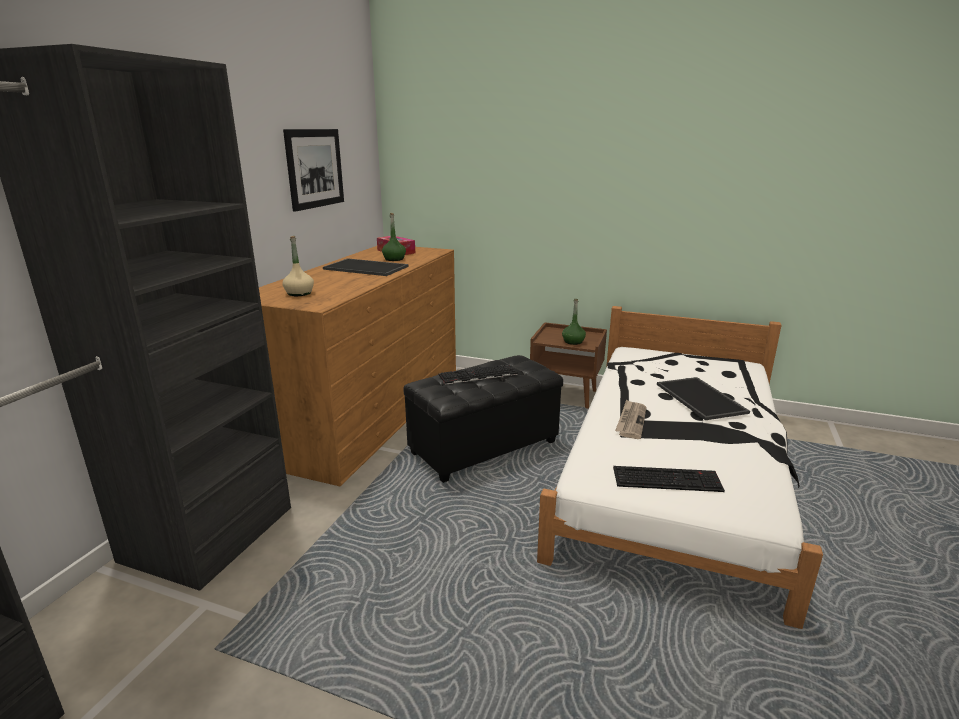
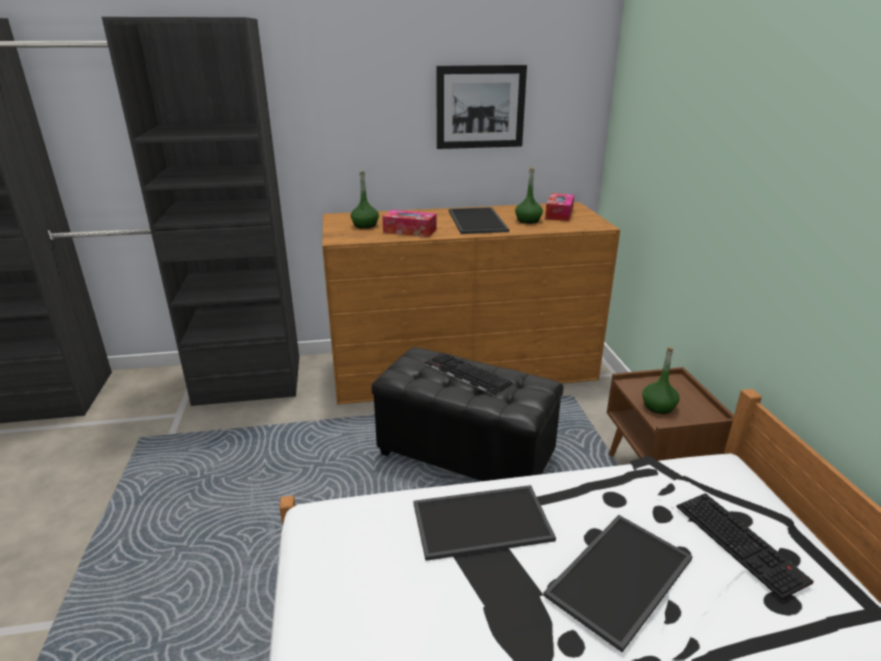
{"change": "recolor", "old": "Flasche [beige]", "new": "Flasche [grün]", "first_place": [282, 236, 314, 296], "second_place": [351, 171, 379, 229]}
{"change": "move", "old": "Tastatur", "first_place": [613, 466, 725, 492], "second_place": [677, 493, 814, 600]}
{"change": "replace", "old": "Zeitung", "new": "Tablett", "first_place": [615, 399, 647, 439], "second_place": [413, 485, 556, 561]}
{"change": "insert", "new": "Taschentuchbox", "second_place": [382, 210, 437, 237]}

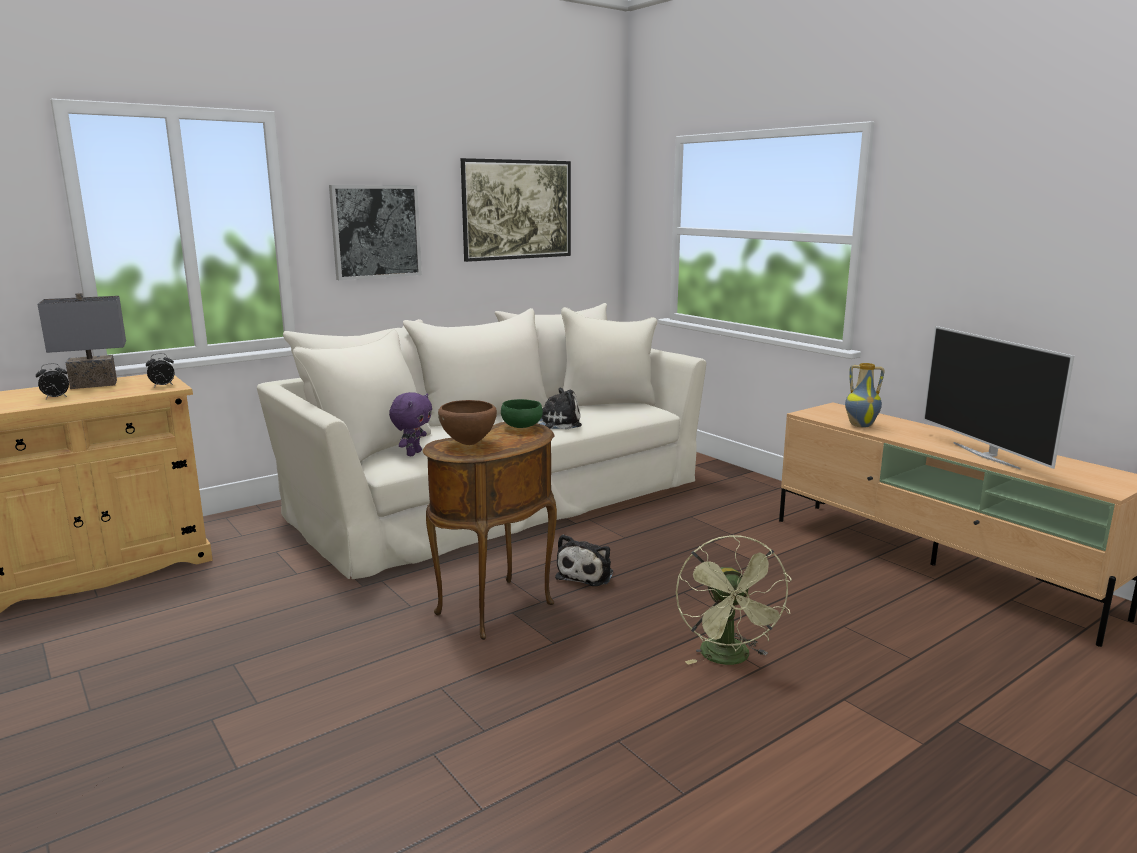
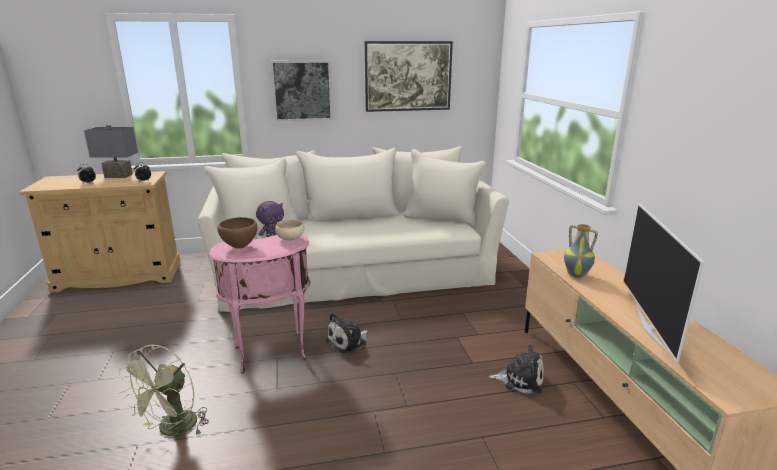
{"change": "recolor", "old": "Beistelltisch [braun]", "new": "Beistelltisch [rosa]", "first_place": [423, 422, 557, 640], "second_place": [209, 235, 311, 374]}
{"change": "recolor", "old": "Schüssel [grün]", "new": "Schüssel [beige]", "first_place": [501, 399, 543, 428], "second_place": [275, 219, 305, 240]}
{"change": "move", "old": "Plüschtier", "first_place": [537, 388, 582, 429], "second_place": [489, 345, 544, 394]}
{"change": "move", "old": "Ventilator [grün]", "first_place": [676, 535, 792, 665], "second_place": [118, 345, 209, 436]}

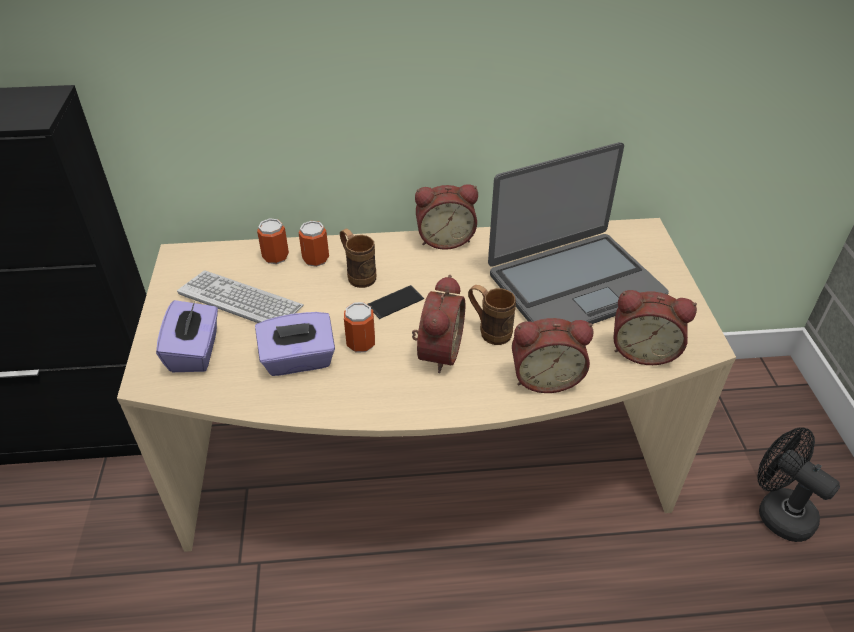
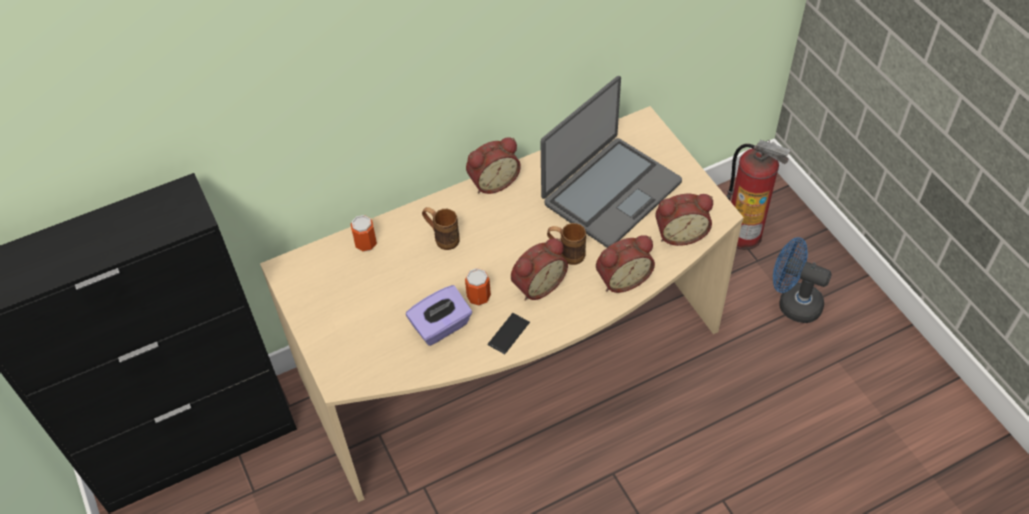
{"change": "delete", "old": "Taschentuchbox [lila]", "first_place": [156, 300, 218, 372]}
{"change": "delete", "old": "Tastatur", "first_place": [177, 271, 304, 323]}
{"change": "delete", "old": "Dose", "first_place": [298, 221, 329, 267]}
{"change": "move", "old": "Handy", "first_place": [367, 285, 424, 319], "second_place": [487, 313, 530, 354]}
{"change": "rotate", "old": "Wecker", "first_place": [412, 275, 465, 373], "second_place": [511, 238, 568, 301], "degrees": 60}
{"change": "recolor", "old": "Ventilator [schwarz]", "new": "Ventilator [blau]", "first_place": [757, 427, 840, 542], "second_place": [773, 237, 832, 323]}
{"change": "insert", "new": "Feuerlöscher", "second_place": [727, 140, 791, 250]}

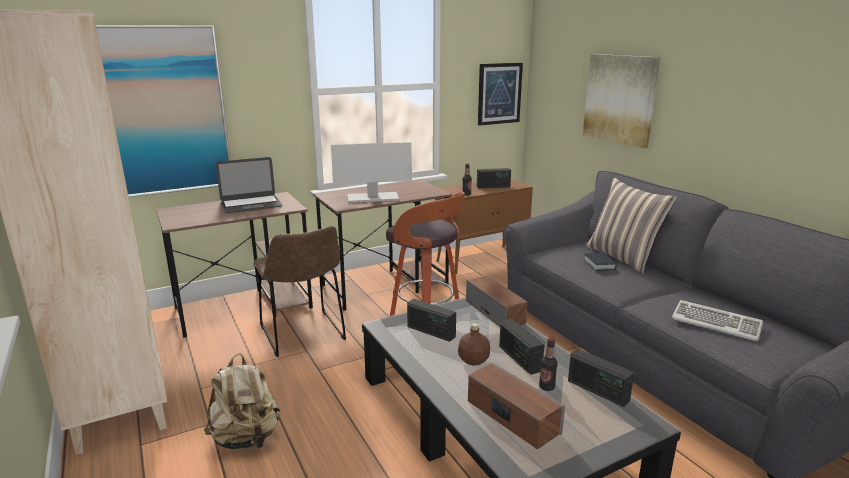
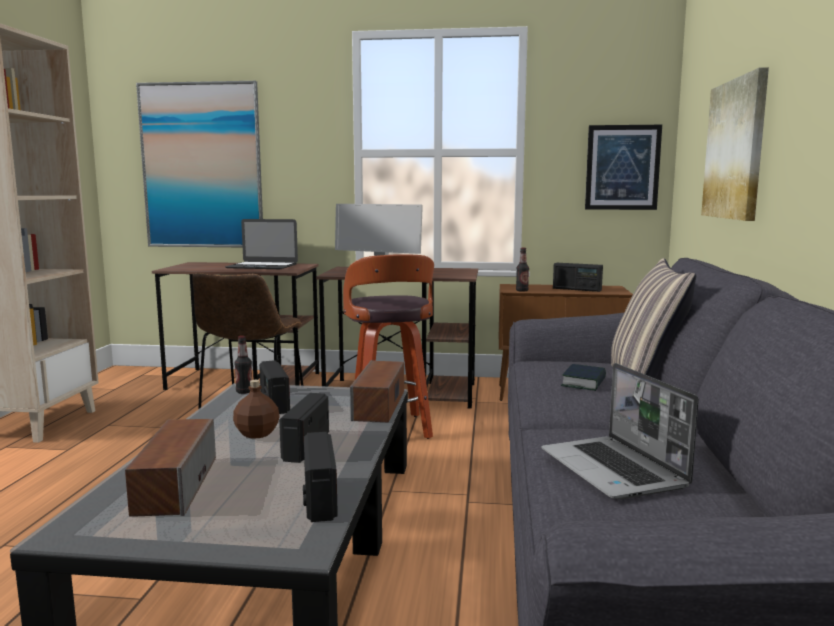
{"change": "delete", "old": "Rucksack [beige]", "first_place": [204, 353, 280, 449]}
{"change": "move", "old": "Flasche", "first_place": [539, 338, 558, 391], "second_place": [234, 336, 252, 394]}
{"change": "replace", "old": "Tastatur", "new": "Laptop", "first_place": [672, 300, 763, 341], "second_place": [541, 363, 699, 499]}

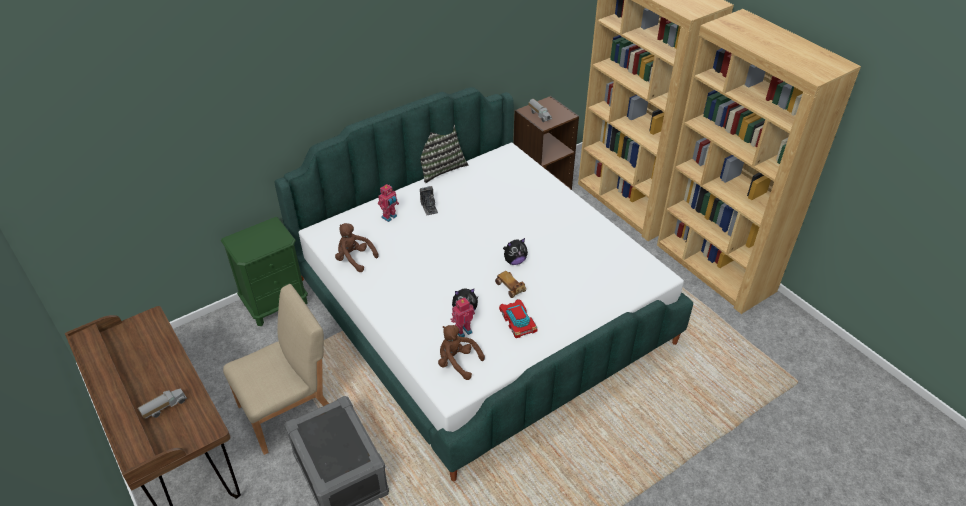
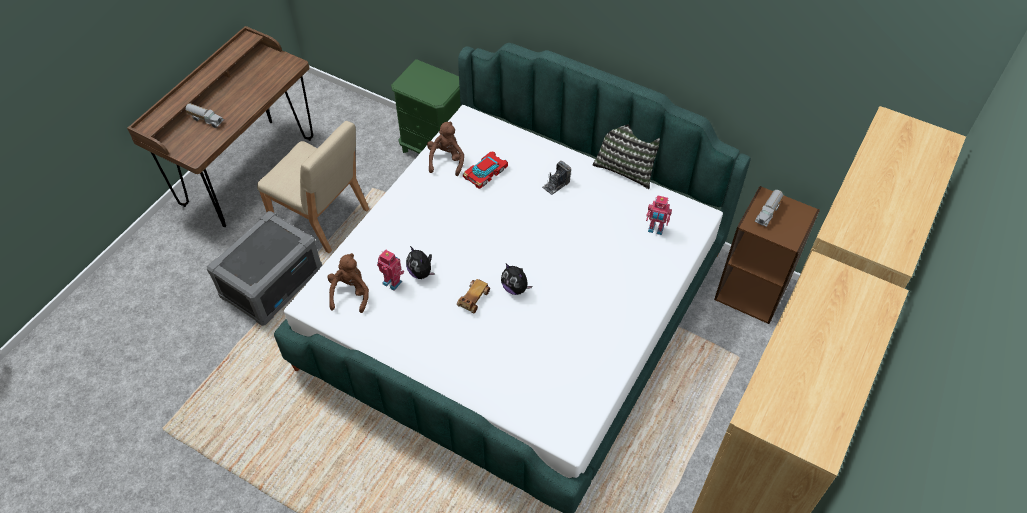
{"change": "move", "old": "Spielzeugroboter", "first_place": [378, 184, 399, 222], "second_place": [646, 195, 672, 235]}
{"change": "move", "old": "Spielzeugauto", "first_place": [499, 299, 538, 338], "second_place": [463, 151, 508, 189]}

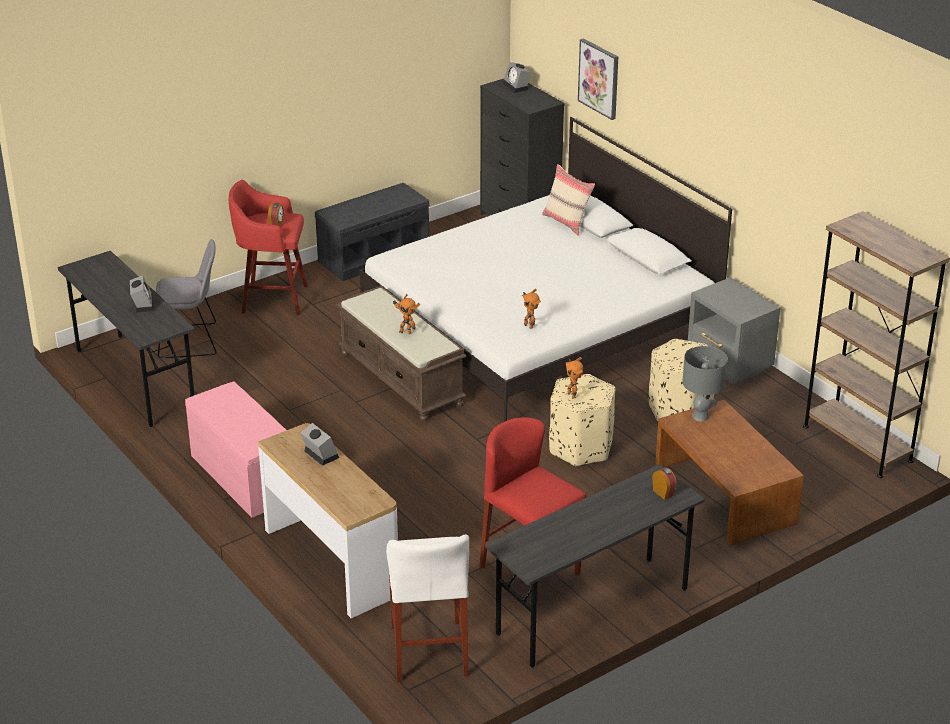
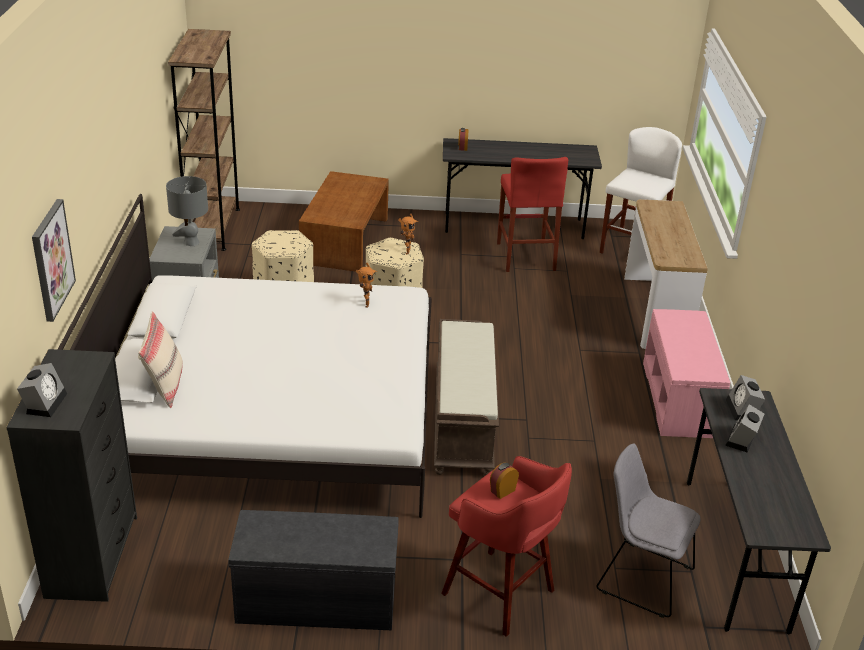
{"change": "move", "old": "Wecker", "first_place": [300, 423, 339, 466], "second_place": [726, 375, 765, 420]}
{"change": "delete", "old": "Spielzeugroboter", "first_place": [392, 294, 420, 334]}
{"change": "move", "old": "Tischlampe [grau]", "first_place": [682, 346, 728, 422], "second_place": [166, 176, 208, 246]}

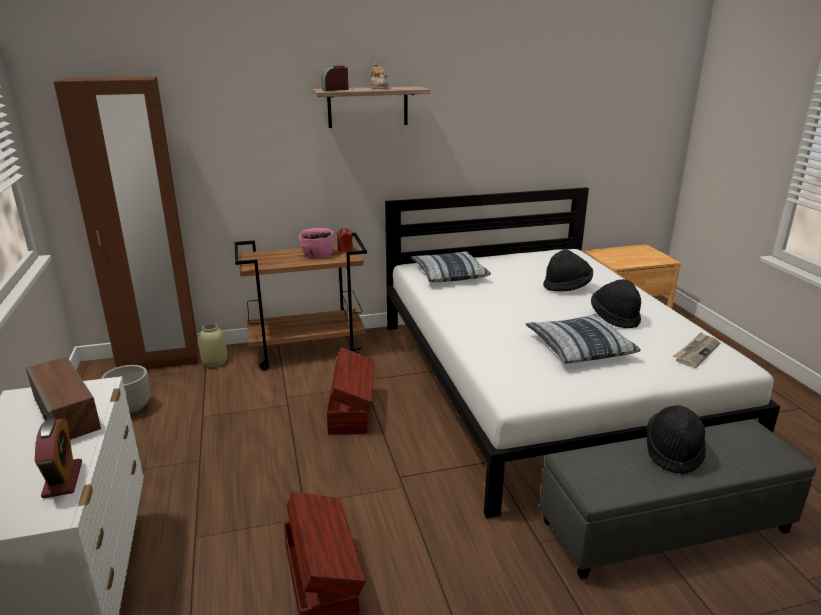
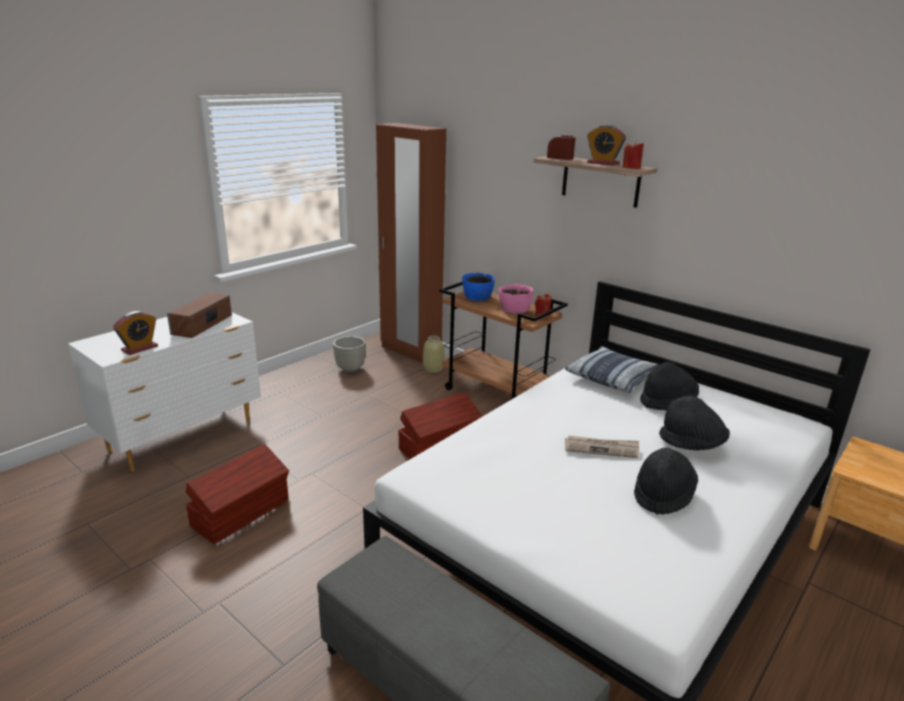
{"change": "replace", "old": "Teekanne", "new": "Wecker", "first_place": [370, 63, 389, 89], "second_place": [587, 125, 626, 166]}
{"change": "delete", "old": "Kissen", "first_place": [525, 314, 641, 364]}
{"change": "move", "old": "Hut [schwarz]", "first_place": [647, 405, 706, 475], "second_place": [640, 362, 699, 410]}
{"change": "move", "old": "Zeitung", "first_place": [673, 332, 720, 368], "second_place": [565, 436, 639, 458]}
{"change": "insert", "new": "Schüssel [blau]", "second_place": [462, 273, 495, 301]}
{"change": "insert", "new": "Kerze [rot]", "second_place": [622, 140, 644, 169]}

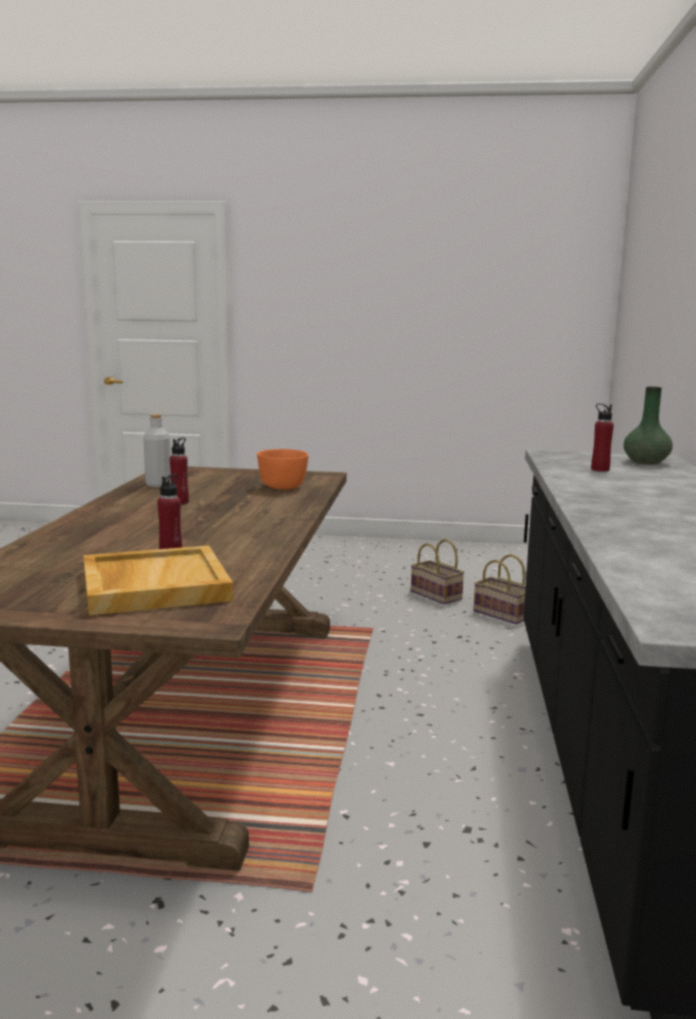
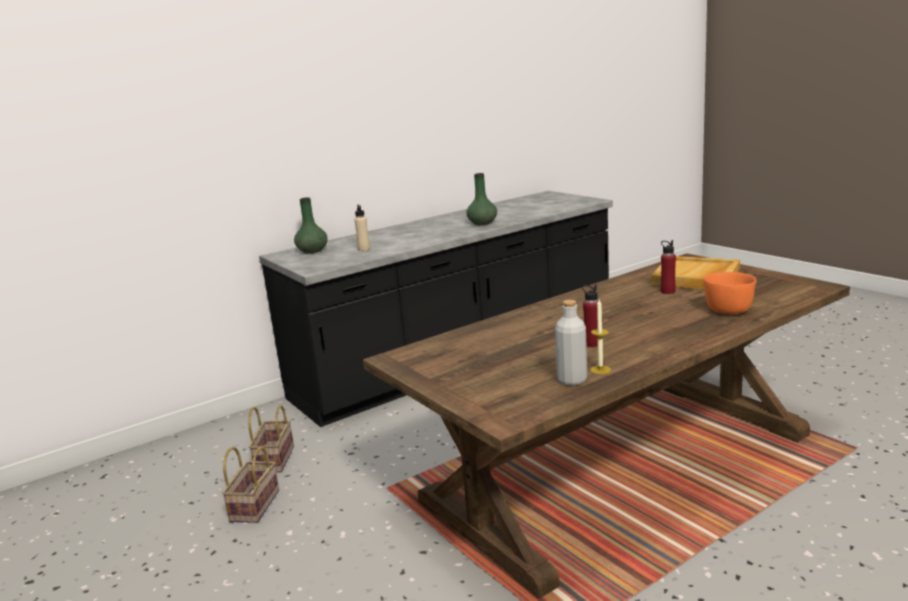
{"change": "move", "old": "Schüssel [orange]", "first_place": [257, 449, 308, 489], "second_place": [704, 272, 756, 314]}
{"change": "recolor", "old": "Flasche [rot]", "new": "Flasche [beige]", "first_place": [591, 403, 614, 472], "second_place": [354, 205, 370, 251]}
{"change": "insert", "new": "Vase [grün]", "second_place": [466, 173, 497, 225]}
{"change": "insert", "new": "Kerze", "second_place": [590, 299, 611, 374]}

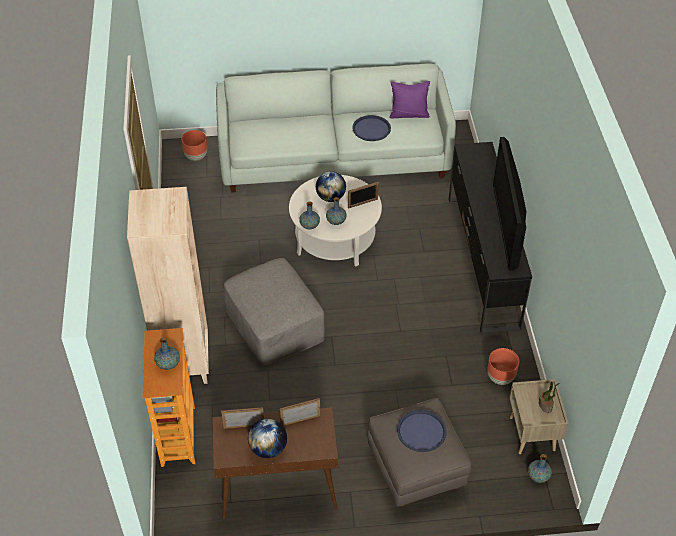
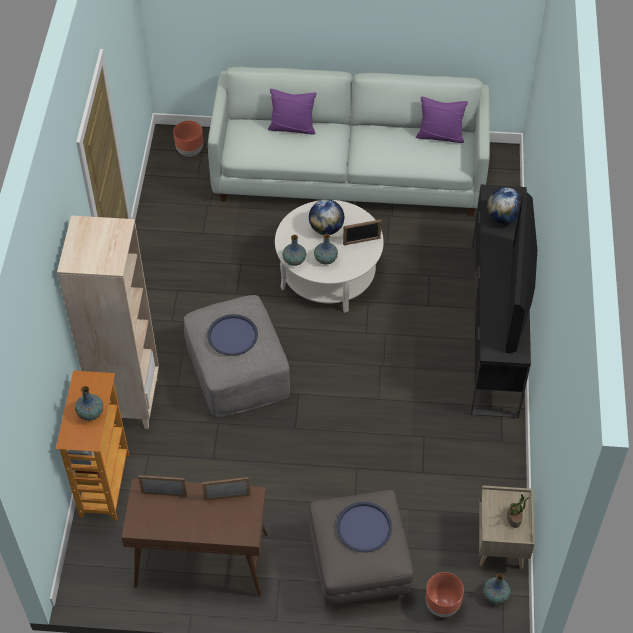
{"change": "move", "old": "Globus", "first_place": [248, 419, 287, 458], "second_place": [487, 187, 522, 225]}
{"change": "move", "old": "Tablett [blau]", "first_place": [352, 115, 391, 141], "second_place": [207, 314, 258, 356]}
{"change": "move", "old": "Pflanzkübel [braun]", "first_place": [487, 348, 519, 385], "second_place": [425, 572, 464, 617]}
{"change": "insert", "new": "Kissen [lila]", "second_place": [268, 89, 316, 135]}

